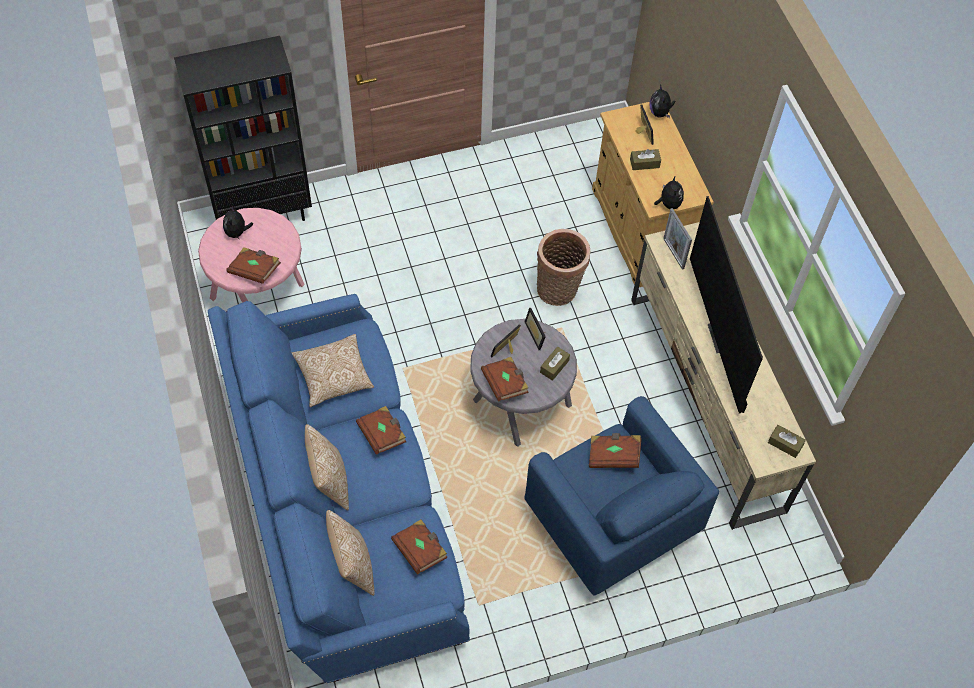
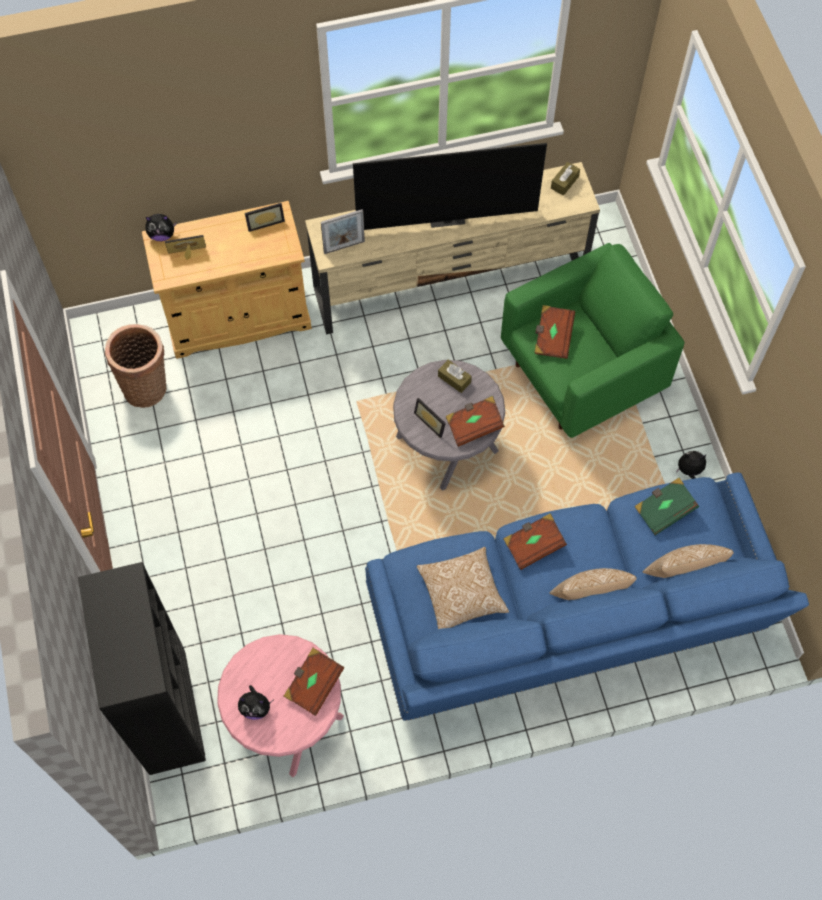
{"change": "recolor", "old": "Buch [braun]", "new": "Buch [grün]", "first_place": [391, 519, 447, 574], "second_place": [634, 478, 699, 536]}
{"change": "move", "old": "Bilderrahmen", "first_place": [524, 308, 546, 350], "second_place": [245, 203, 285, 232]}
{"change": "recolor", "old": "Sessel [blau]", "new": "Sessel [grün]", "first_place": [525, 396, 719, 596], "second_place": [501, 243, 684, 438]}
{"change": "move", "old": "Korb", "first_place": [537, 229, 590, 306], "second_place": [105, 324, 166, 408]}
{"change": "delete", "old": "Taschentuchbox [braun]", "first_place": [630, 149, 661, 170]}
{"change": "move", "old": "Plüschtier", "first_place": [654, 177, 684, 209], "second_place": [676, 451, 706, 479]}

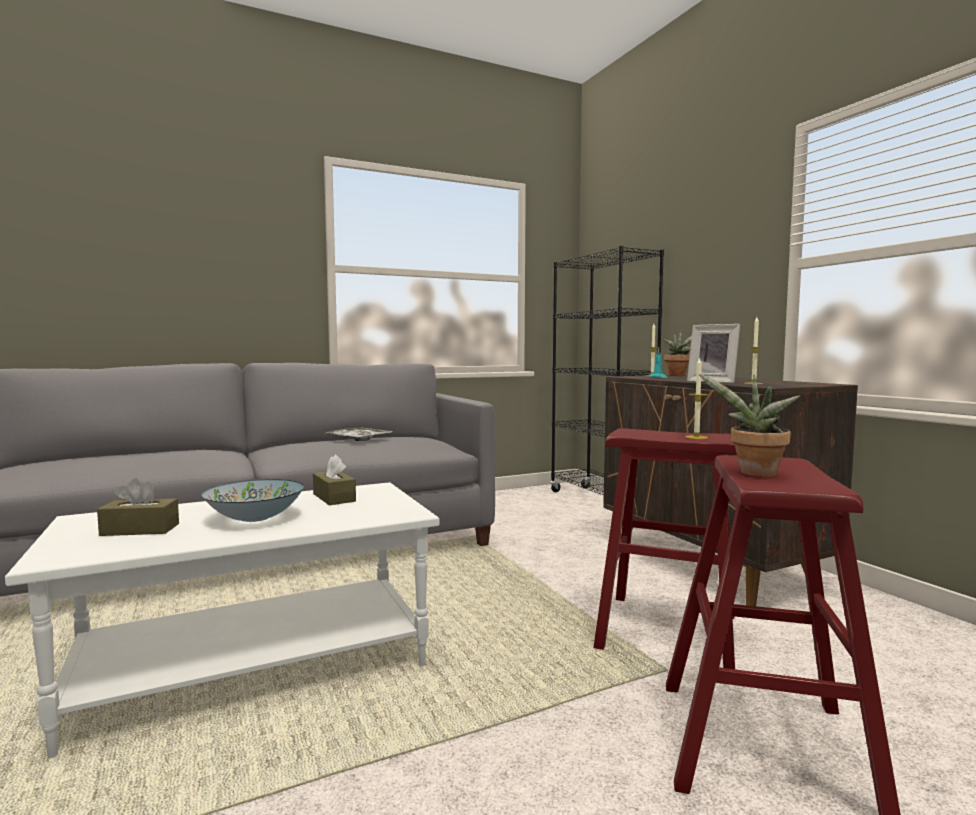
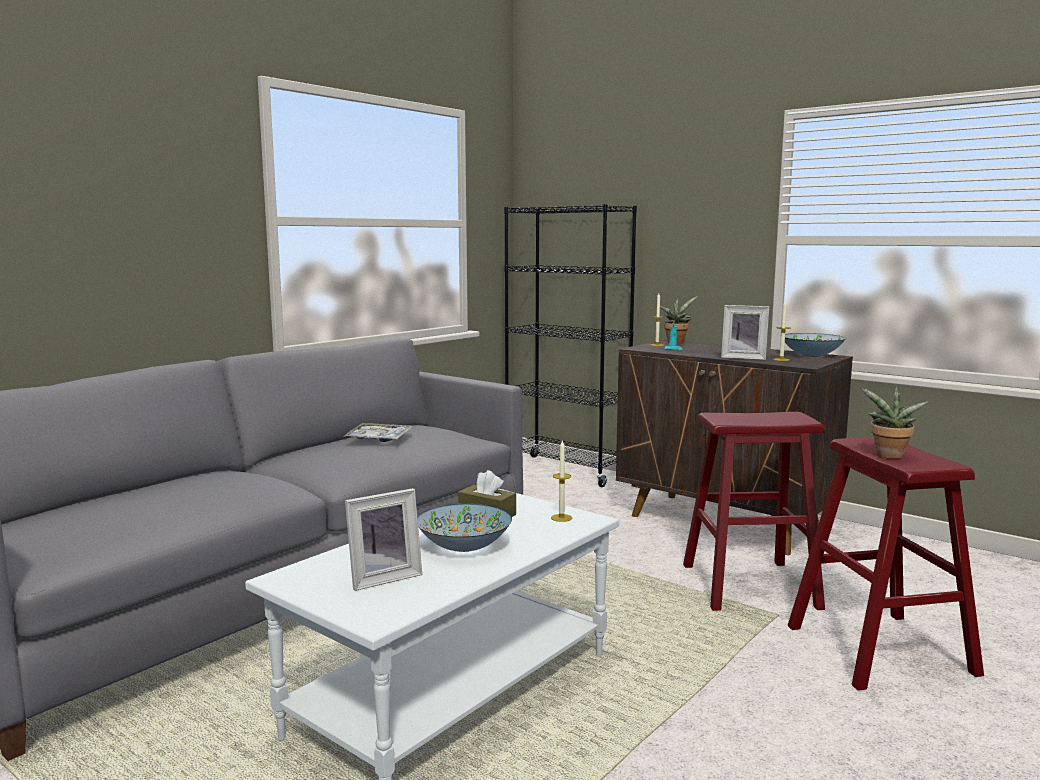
{"change": "replace", "old": "Taschentuchbox [braun]", "new": "Bilderrahmen", "first_place": [97, 478, 179, 536], "second_place": [345, 488, 422, 591]}
{"change": "move", "old": "Kerze", "first_place": [686, 357, 708, 439], "second_place": [551, 440, 572, 522]}
{"change": "insert", "new": "Schüssel", "second_place": [785, 333, 846, 357]}

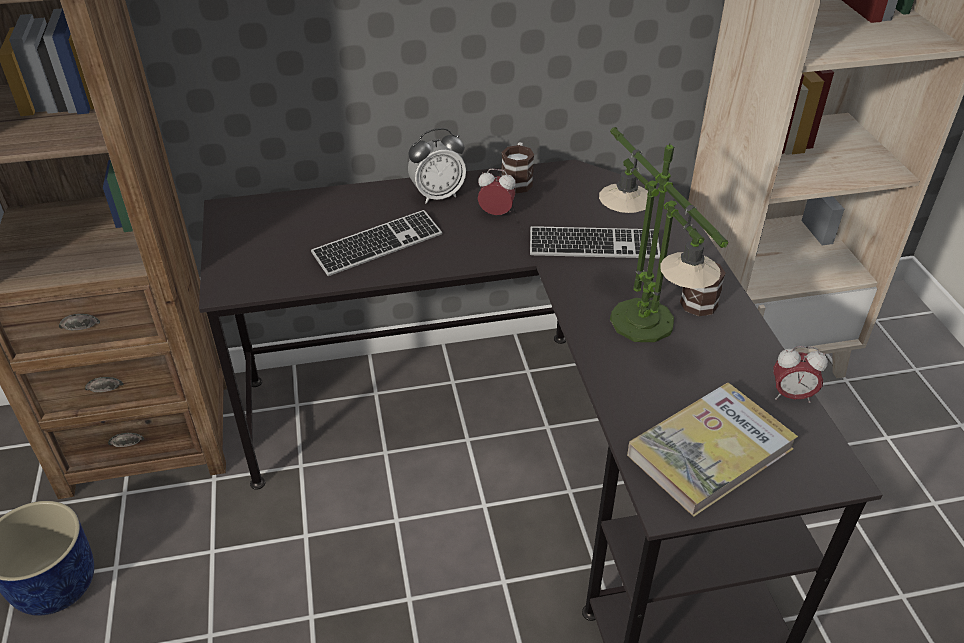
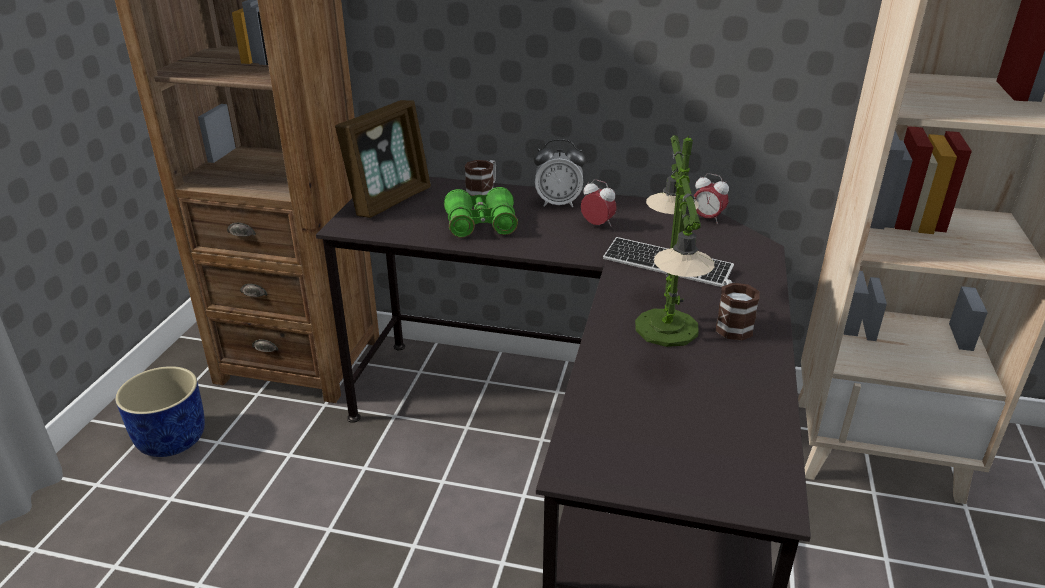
{"change": "replace", "old": "Tastatur", "new": "Fernglas [grün]", "first_place": [311, 210, 442, 276], "second_place": [444, 187, 518, 238]}
{"change": "move", "old": "Henkelbecher", "first_place": [501, 142, 534, 194], "second_place": [465, 160, 496, 196]}
{"change": "delete", "old": "Buch", "first_place": [627, 383, 798, 517]}
{"change": "move", "old": "Wecker", "first_place": [773, 346, 828, 403], "second_place": [694, 173, 729, 224]}
{"change": "insert", "new": "Bilderrahmen", "second_place": [335, 100, 431, 218]}

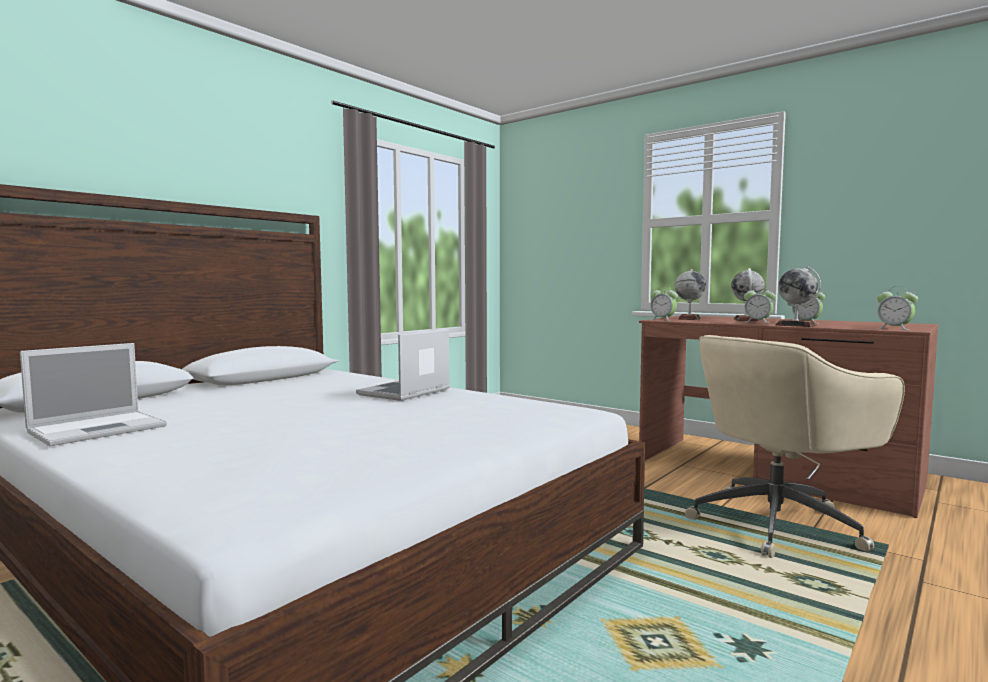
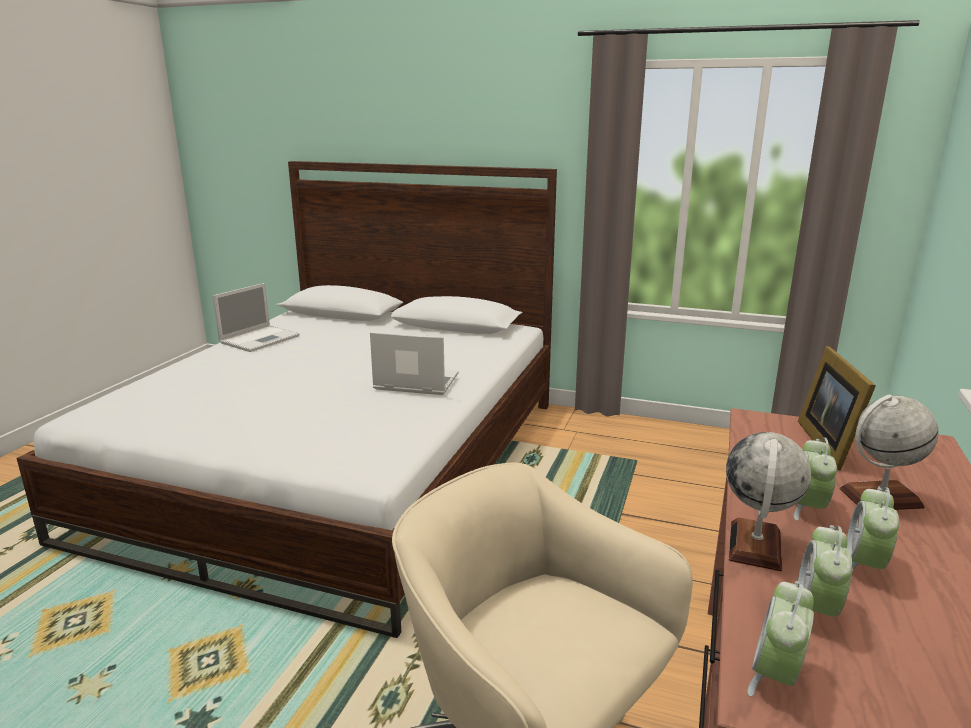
{"change": "rotate", "old": "Laptop", "first_place": [20, 343, 167, 446], "second_place": [213, 283, 299, 352], "degrees": -75}
{"change": "move", "old": "Wecker", "first_place": [650, 286, 678, 321], "second_place": [798, 525, 852, 617]}
{"change": "replace", "old": "Globus", "new": "Bilderrahmen", "first_place": [675, 269, 706, 320], "second_place": [798, 346, 876, 471]}

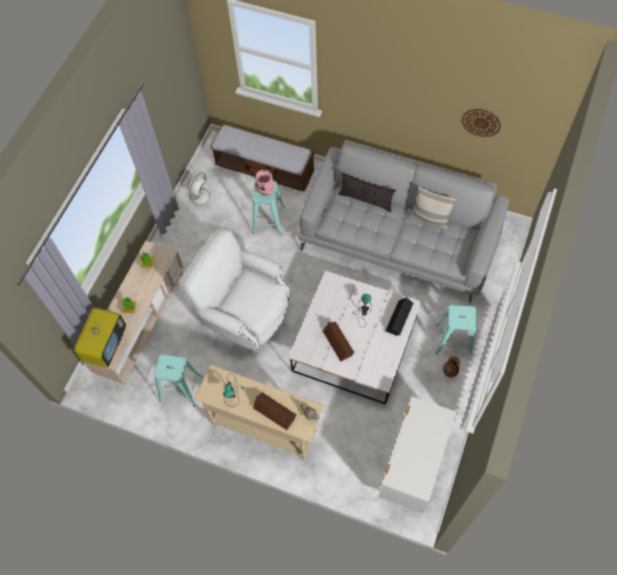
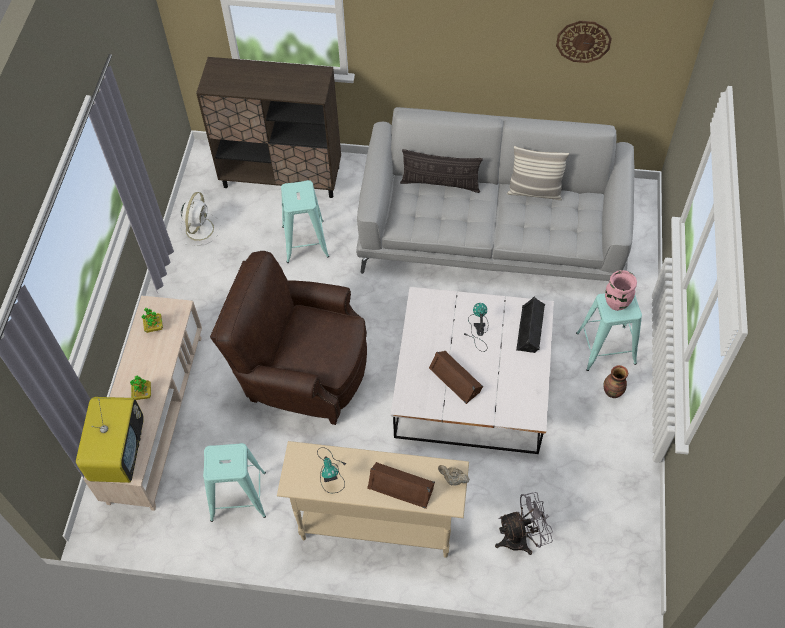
{"change": "recolor", "old": "Sessel [weiß]", "new": "Sessel [braun]", "first_place": [178, 229, 291, 354], "second_place": [210, 251, 367, 425]}
{"change": "replace", "old": "Bank", "new": "Schrank [braun]", "first_place": [211, 124, 315, 192], "second_place": [196, 57, 341, 198]}
{"change": "move", "old": "Vase [rosa]", "first_place": [255, 170, 274, 196], "second_place": [605, 270, 637, 311]}
{"change": "delete", "old": "Kommode [weiß]", "first_place": [379, 396, 457, 514]}
{"change": "insert", "new": "Ventilator [grau]", "second_place": [495, 492, 553, 555]}

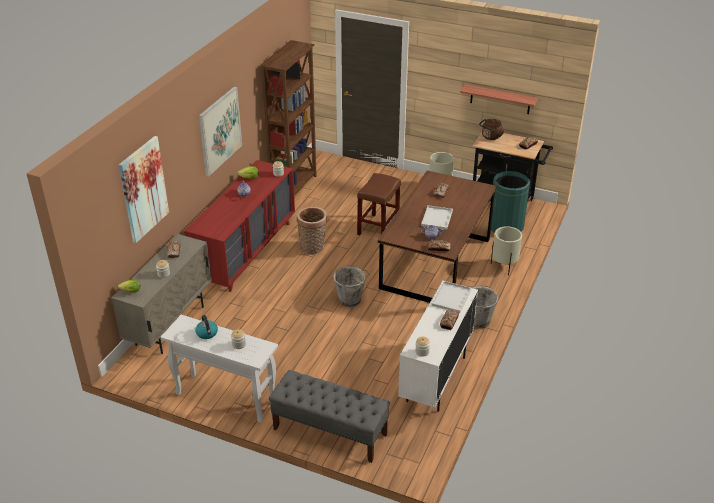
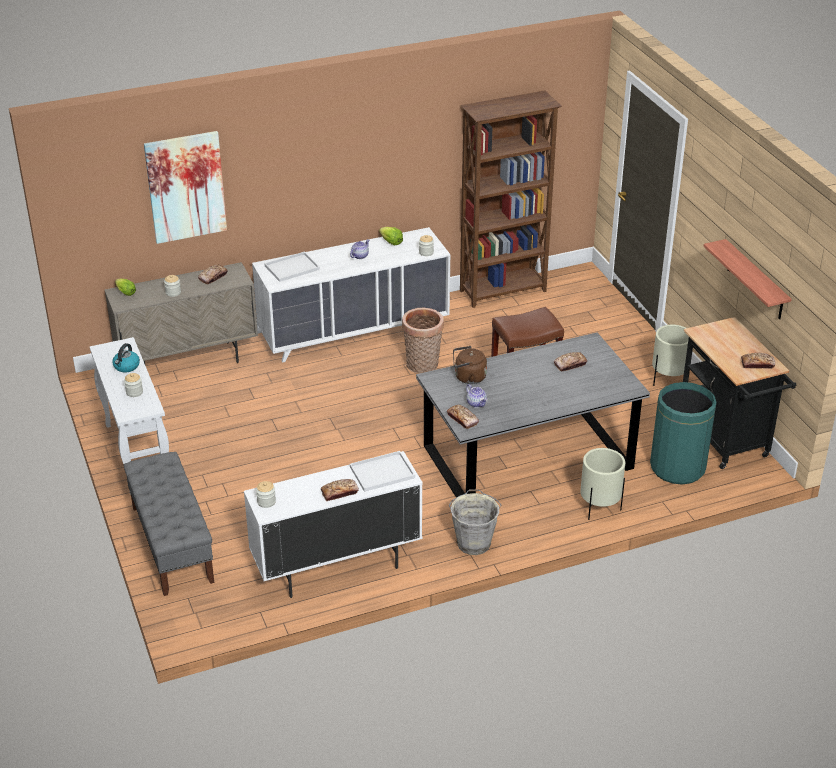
{"change": "recolor", "old": "Kommode [rot]", "new": "Kommode [weiß]", "first_place": [184, 160, 295, 292], "second_place": [252, 227, 450, 363]}
{"change": "delete", "old": "Bild", "first_place": [199, 86, 242, 176]}
{"change": "delete", "old": "Eimer [grau]", "first_place": [333, 265, 370, 307]}
{"change": "recolor", "old": "Esstisch [braun]", "new": "Esstisch [grau]", "first_place": [377, 171, 497, 303], "second_place": [416, 332, 650, 498]}
{"change": "move", "old": "Tablett [weiß]", "first_place": [421, 205, 453, 230], "second_place": [264, 252, 320, 282]}
{"change": "move", "old": "Wasserkessel [braun]", "first_place": [479, 118, 504, 140], "second_place": [453, 346, 487, 384]}

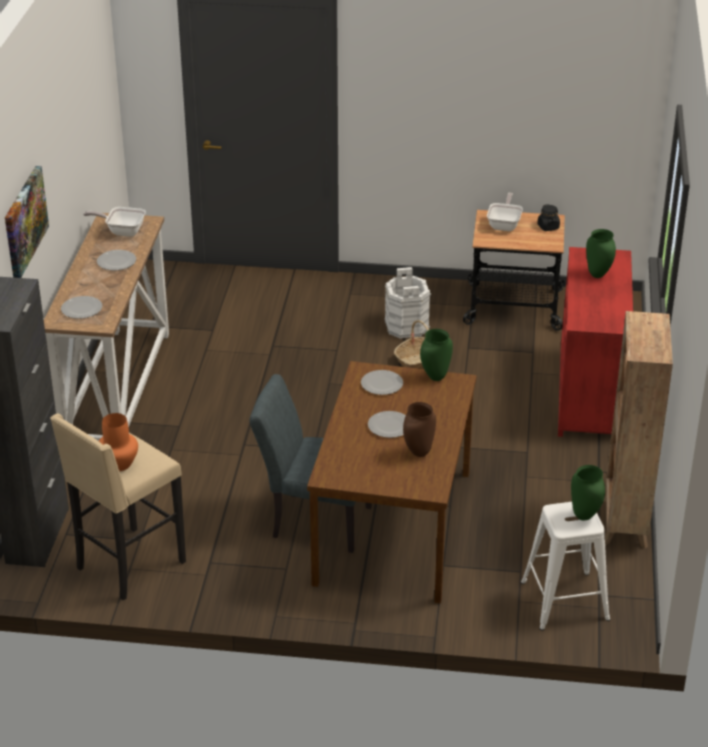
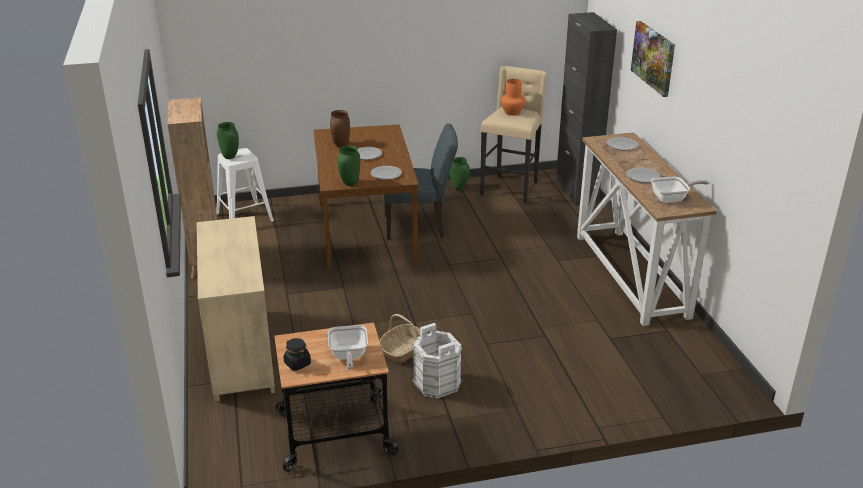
{"change": "recolor", "old": "Kommode [rot]", "new": "Kommode [beige]", "first_place": [558, 247, 633, 437], "second_place": [197, 216, 275, 401]}
{"change": "move", "old": "Vase [grün]", "first_place": [586, 229, 616, 278], "second_place": [449, 157, 470, 191]}

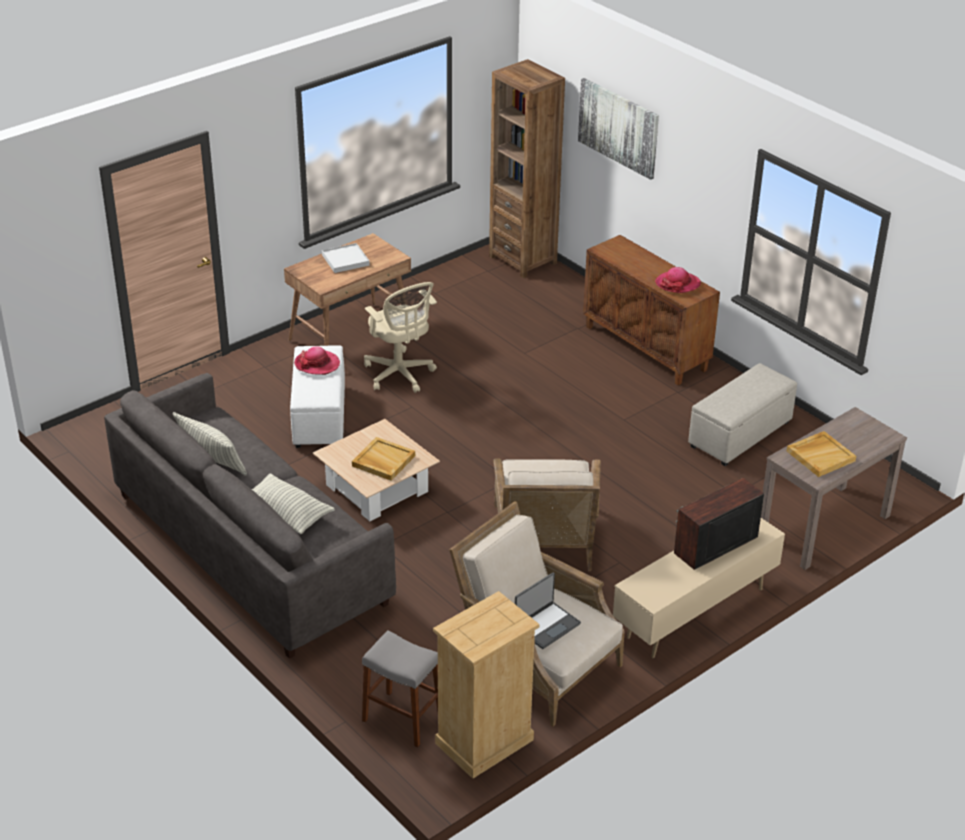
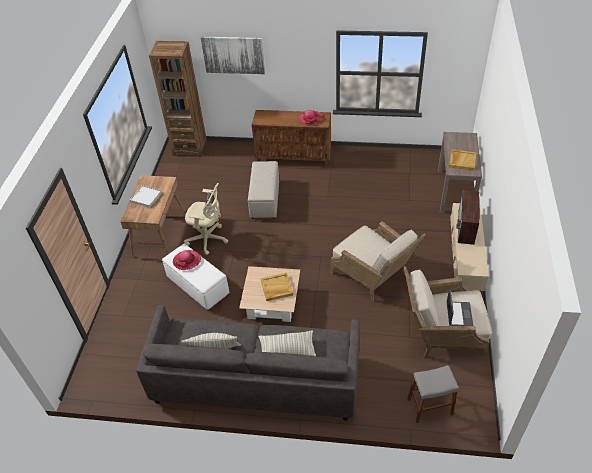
{"change": "delete", "old": "Kommode [beige]", "first_place": [433, 591, 539, 779]}
{"change": "move", "old": "Polsterhocker [beige]", "first_place": [688, 363, 797, 466], "second_place": [248, 161, 279, 219]}

